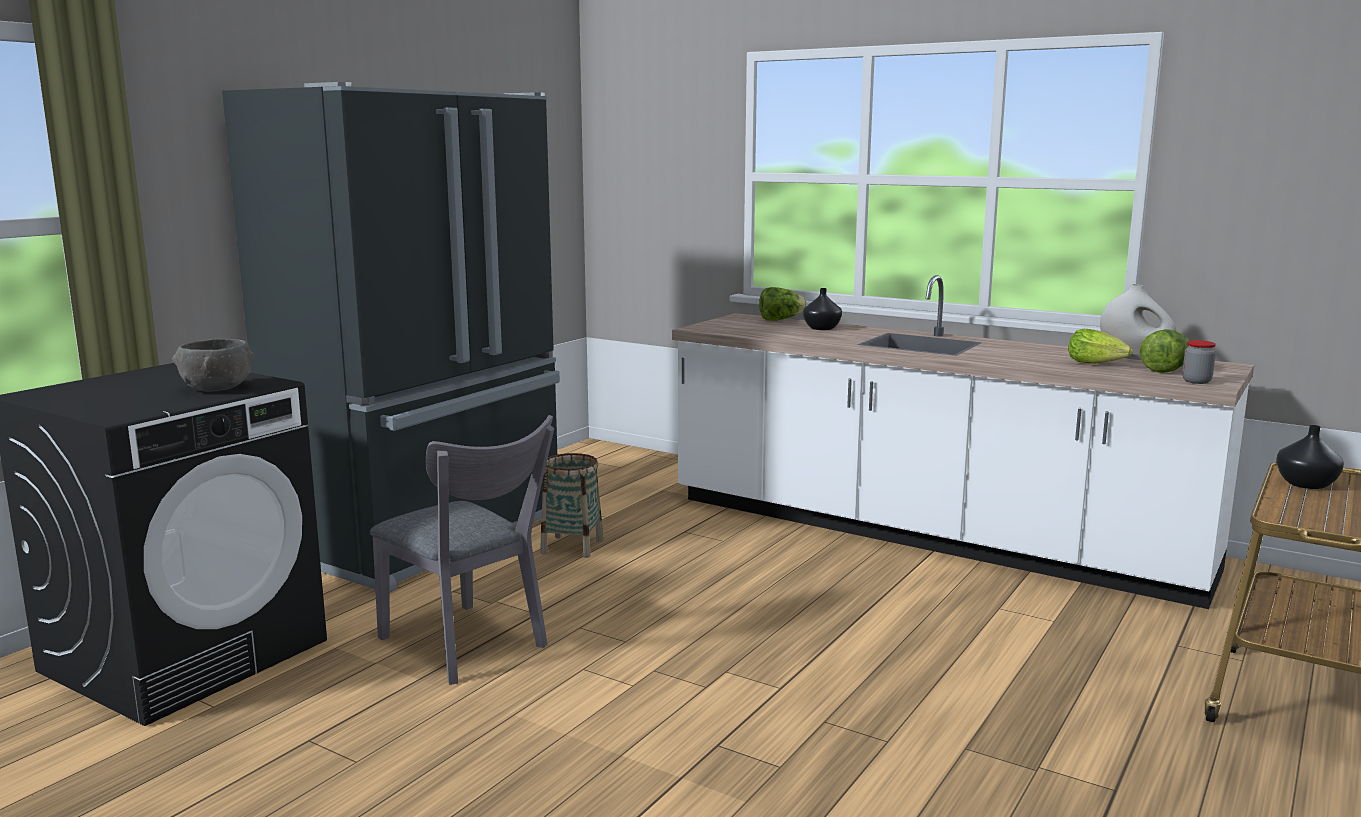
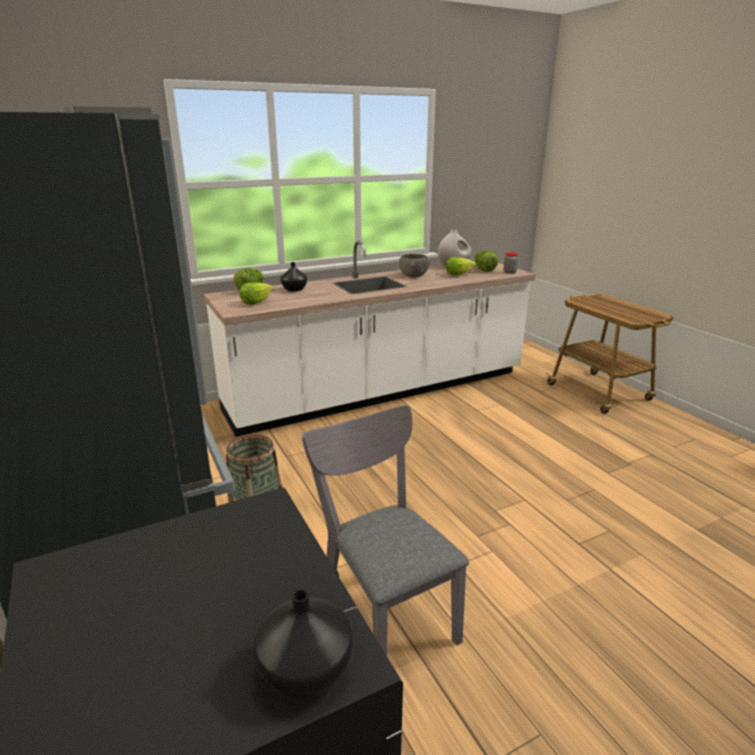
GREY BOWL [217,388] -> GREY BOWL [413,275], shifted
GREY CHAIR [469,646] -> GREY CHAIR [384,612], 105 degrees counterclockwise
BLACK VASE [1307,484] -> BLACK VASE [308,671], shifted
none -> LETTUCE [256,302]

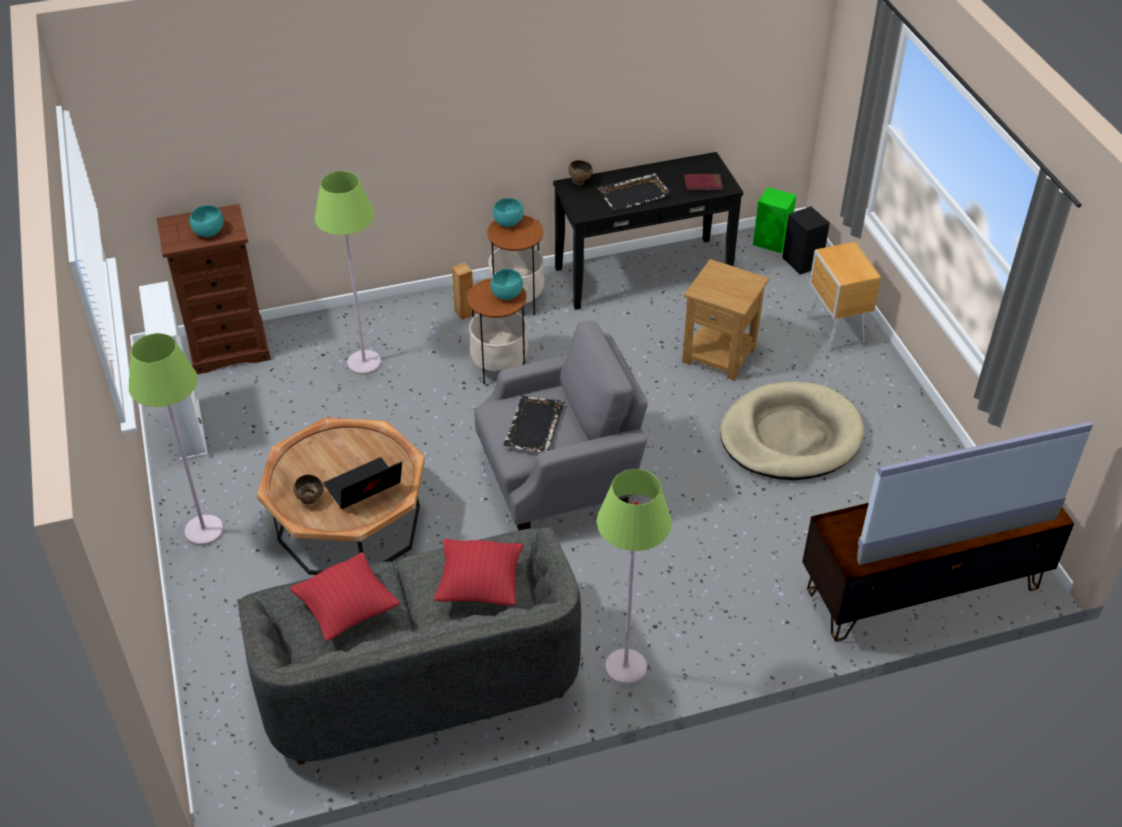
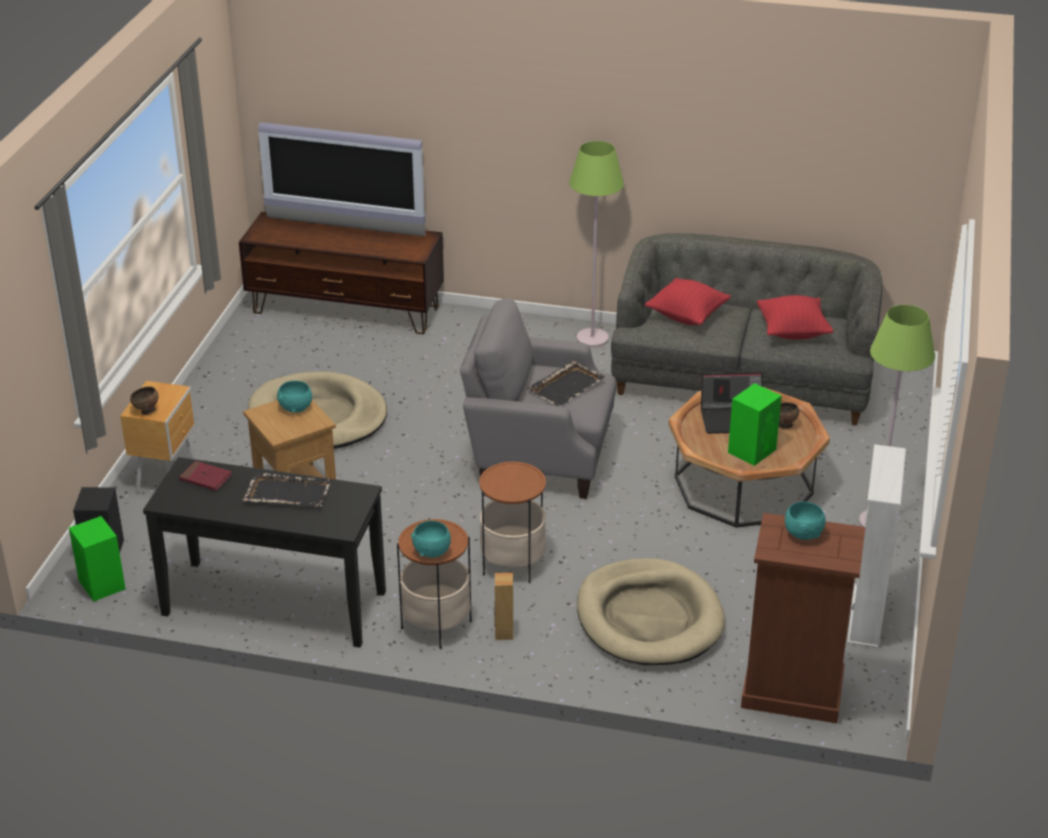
GREEN FLOOR LAMP [364,363] -> BEIGE DOG BED [649,618]
TURQUOISE BOWL [506,295] -> TURQUOISE BOWL [296,408], shifted
BROWN BOWL [580,182] -> BROWN BOWL [146,412], shifted
none -> GREEN SPEAKER [752,450]

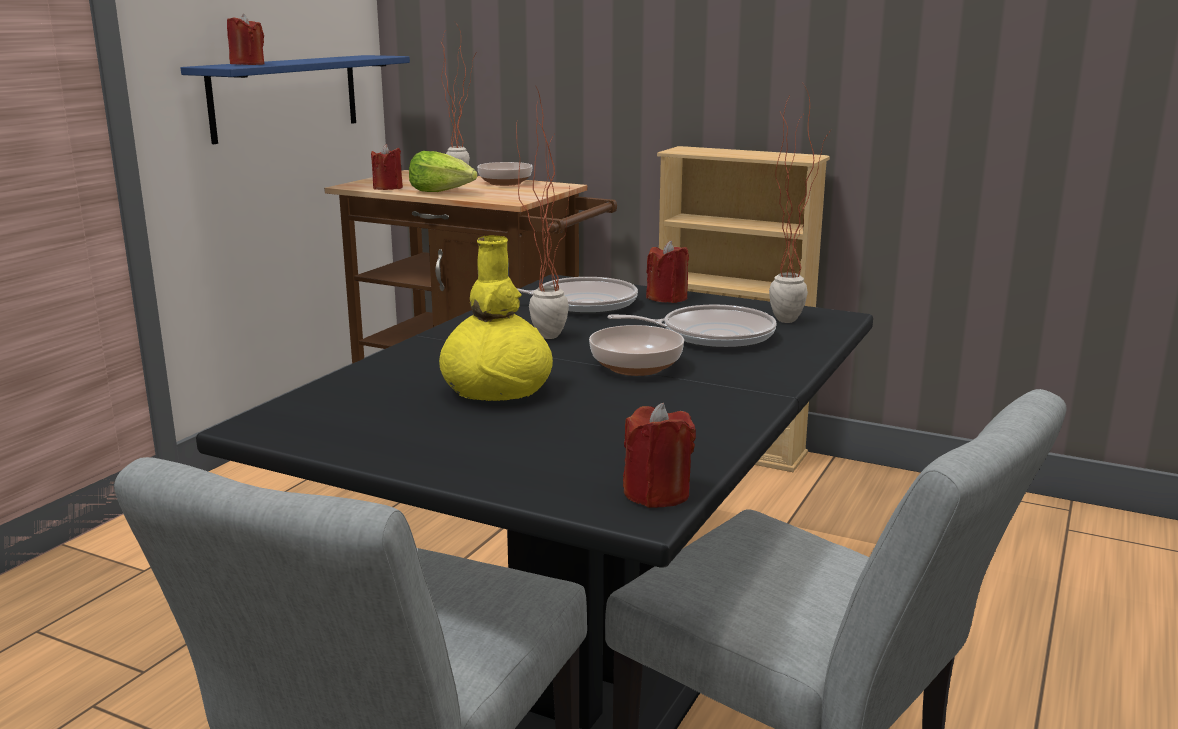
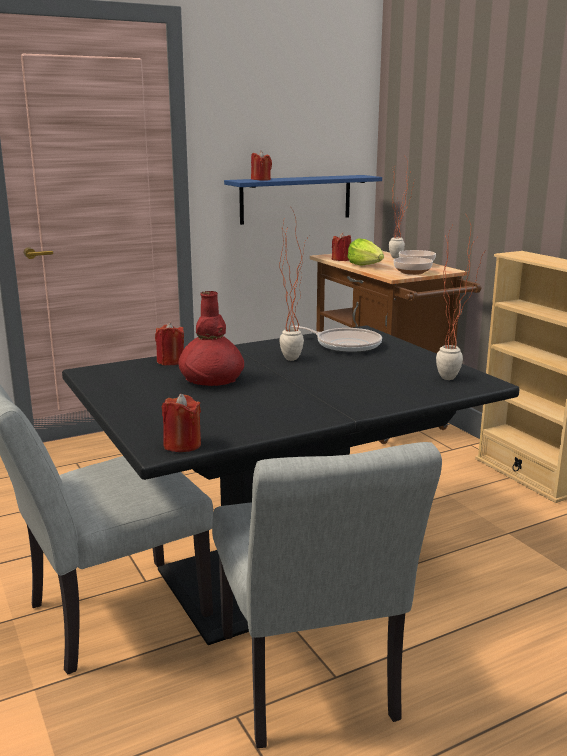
YELLOW VASE [496,390] -> RED VASE [211,380]
BOWL [636,366] -> BOWL [412,272], shifted
FRYING PAN [711,336] -> none
RED CANDLE [667,298] -> RED CANDLE [170,361], shifted

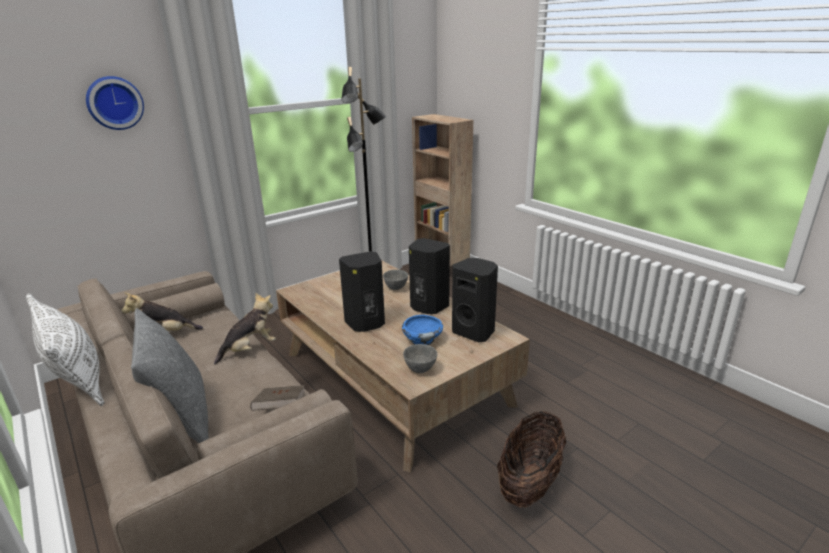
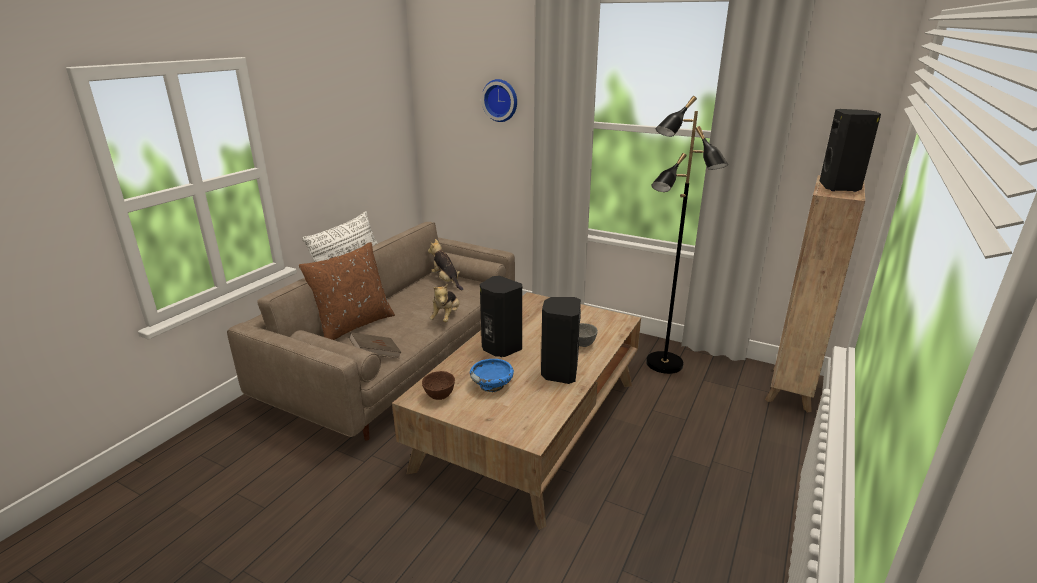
GREY PILLOW [182,419] -> BROWN PILLOW [353,325]
PLUSH TOY [250,349] -> PLUSH TOY [446,317], 75 degrees clockwise
GREY BOWL [420,369] -> BROWN BOWL [440,396]
BLACK SPEAKER [474,332] -> BLACK SPEAKER [840,188], shifted
BASKET [529,482] -> none

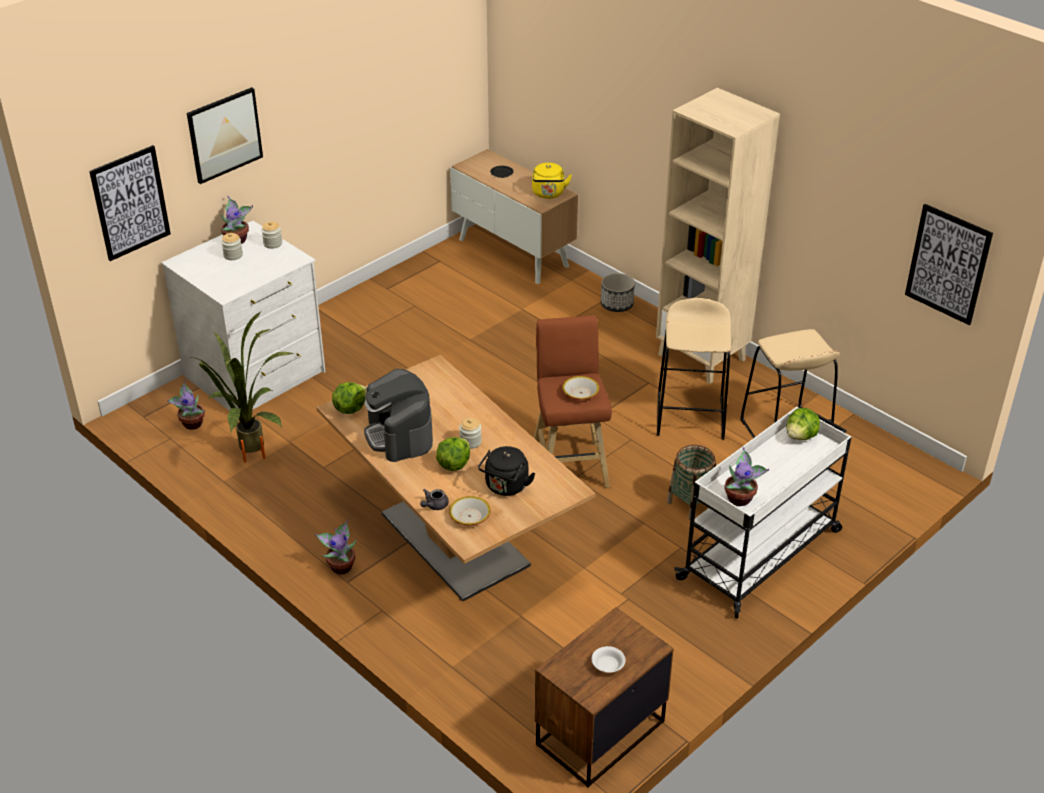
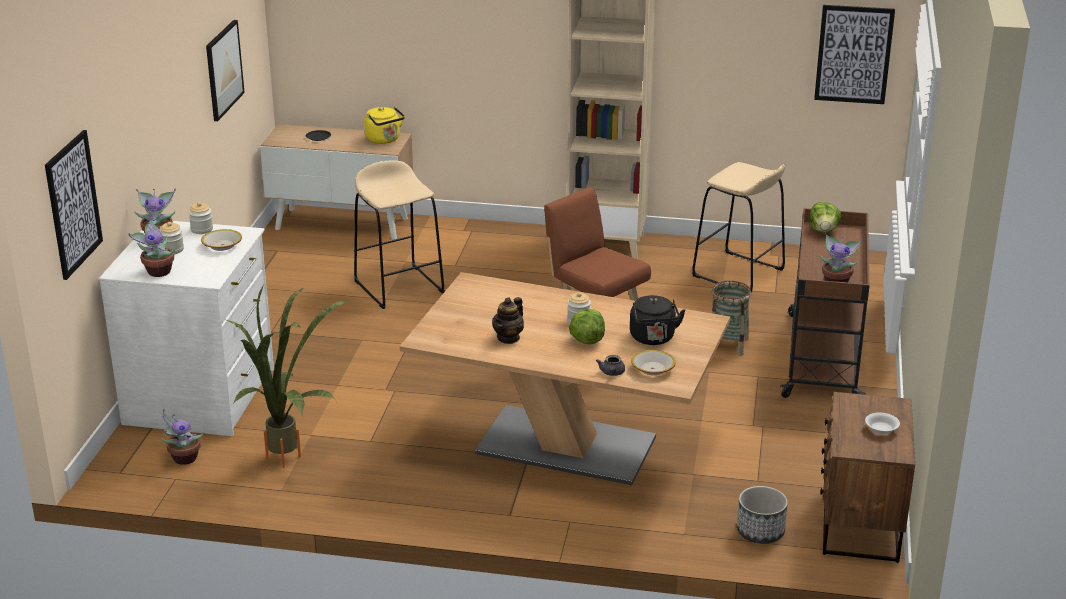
PICTURE [224,135] -> PICTURE [223,69], shifted
POTTED PLANT [341,566] -> POTTED PLANT [158,271], shifted
LETTUCE [350,408] -> none
COFFEE MACHINE [399,435] -> TEAPOT [508,338]
BOWL [580,393] -> BOWL [222,245], shifted
PLANTER [617,304] -> PLANTER [760,532], shifted
BEIGE STOOL [690,416] -> BEIGE STOOL [399,286], shifted
WHITE CART [761,554] -> BROWN CART [823,356]

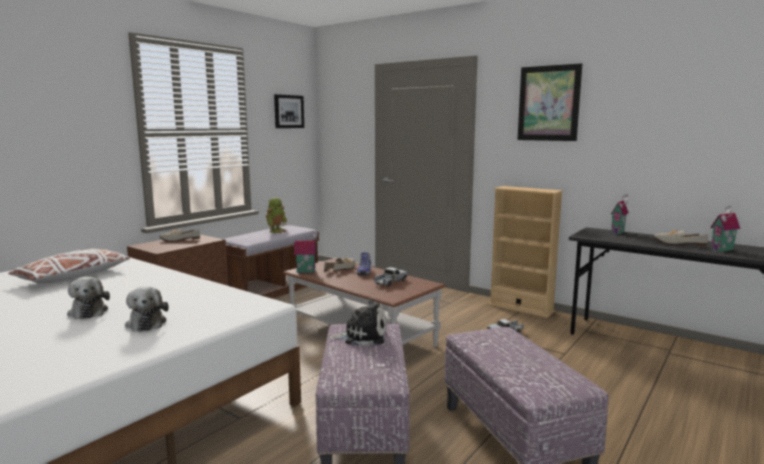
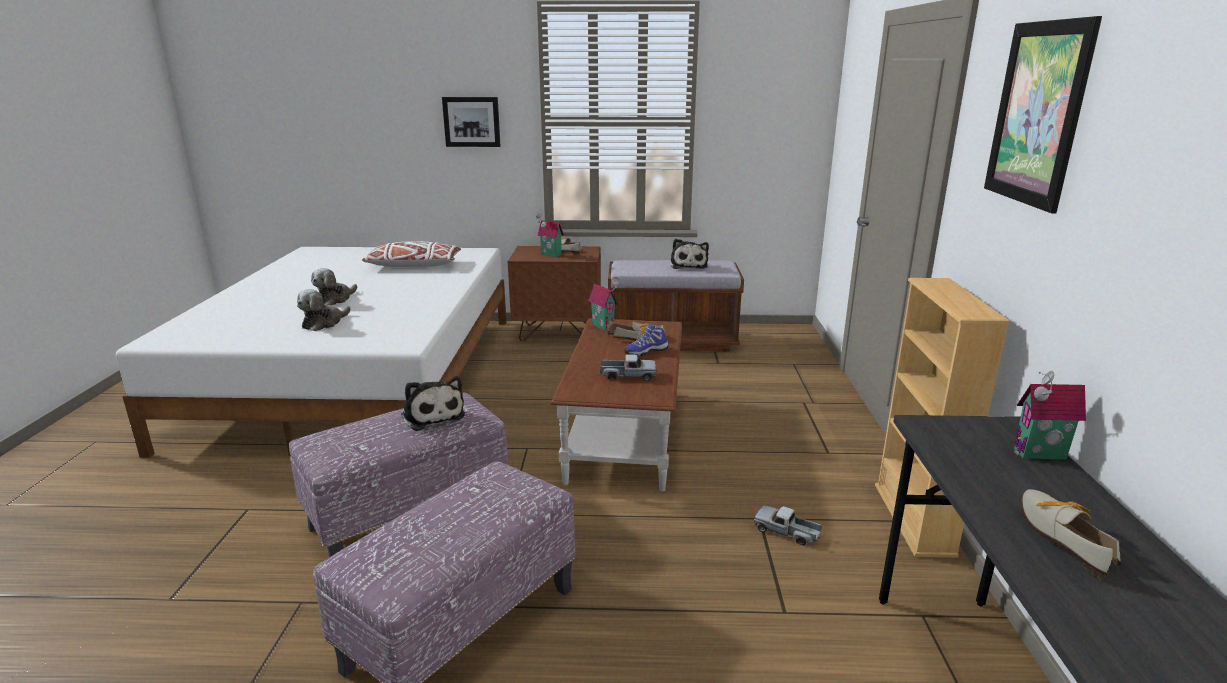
TOY ROBOT [276,231] -> PLUSH TOY [688,265]
PICTURE [288,111] -> PICTURE [472,121], shifted
TOY HOUSE [723,250] -> TOY HOUSE [550,255], shifted

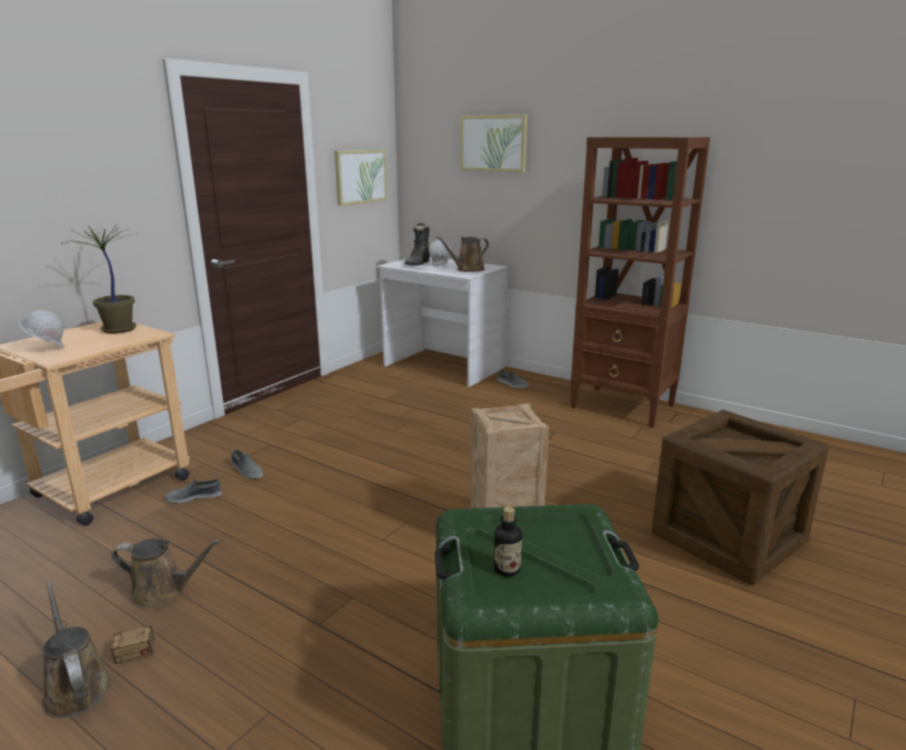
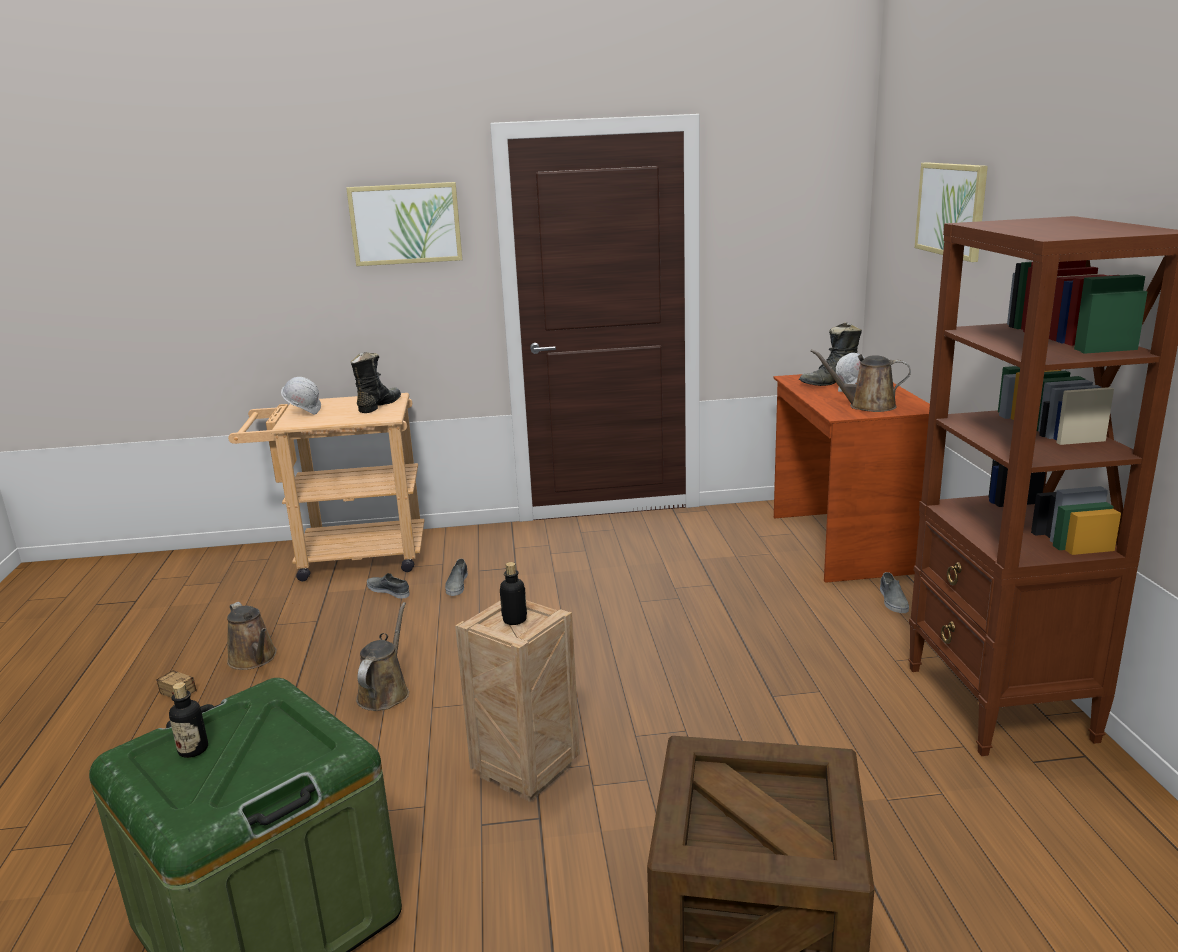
BROWN WATERING CAN [76,688] -> BROWN WATERING CAN [385,692], shifted
POTTED PLANT [117,330] -> BLACK BOOT [378,406]
PICTURE [360,176] -> PICTURE [405,224], shifted
WHITE DESK [443,367] -> BROWN DESK [843,543]
none -> BOTTLE [514,620]

